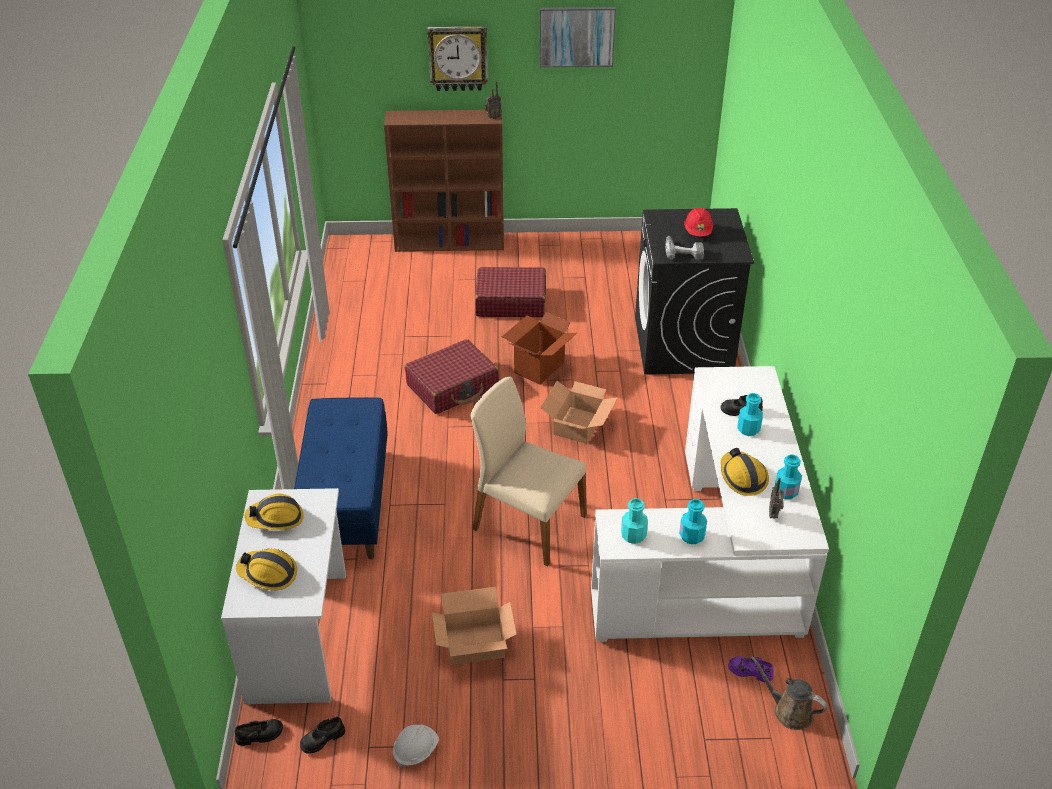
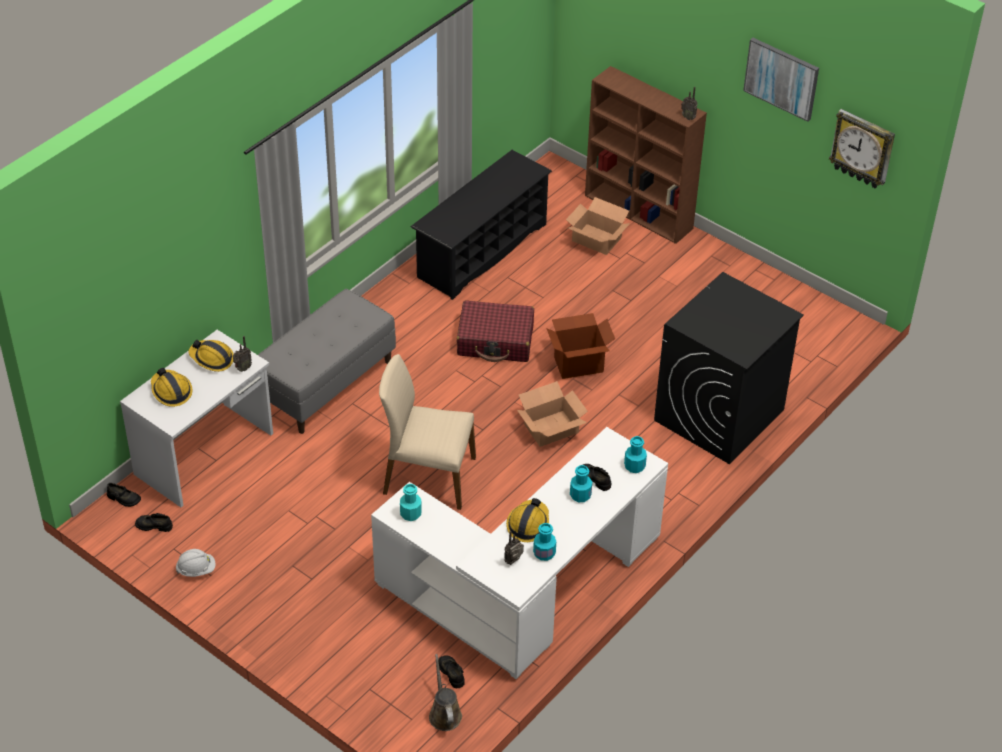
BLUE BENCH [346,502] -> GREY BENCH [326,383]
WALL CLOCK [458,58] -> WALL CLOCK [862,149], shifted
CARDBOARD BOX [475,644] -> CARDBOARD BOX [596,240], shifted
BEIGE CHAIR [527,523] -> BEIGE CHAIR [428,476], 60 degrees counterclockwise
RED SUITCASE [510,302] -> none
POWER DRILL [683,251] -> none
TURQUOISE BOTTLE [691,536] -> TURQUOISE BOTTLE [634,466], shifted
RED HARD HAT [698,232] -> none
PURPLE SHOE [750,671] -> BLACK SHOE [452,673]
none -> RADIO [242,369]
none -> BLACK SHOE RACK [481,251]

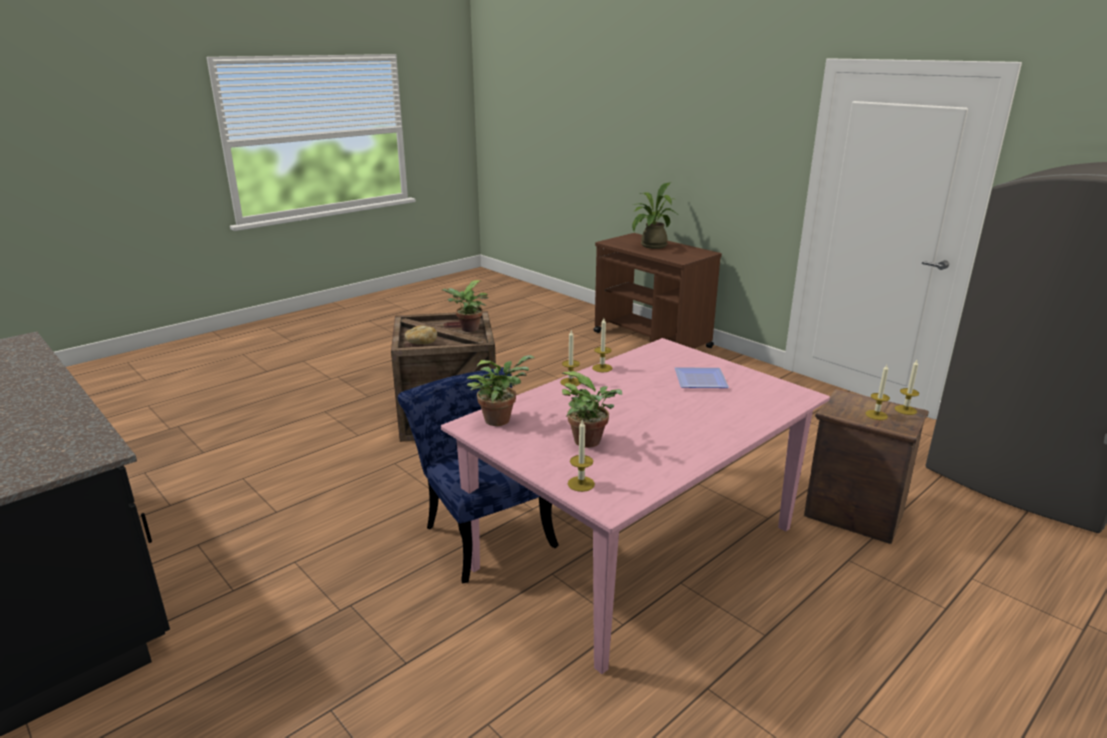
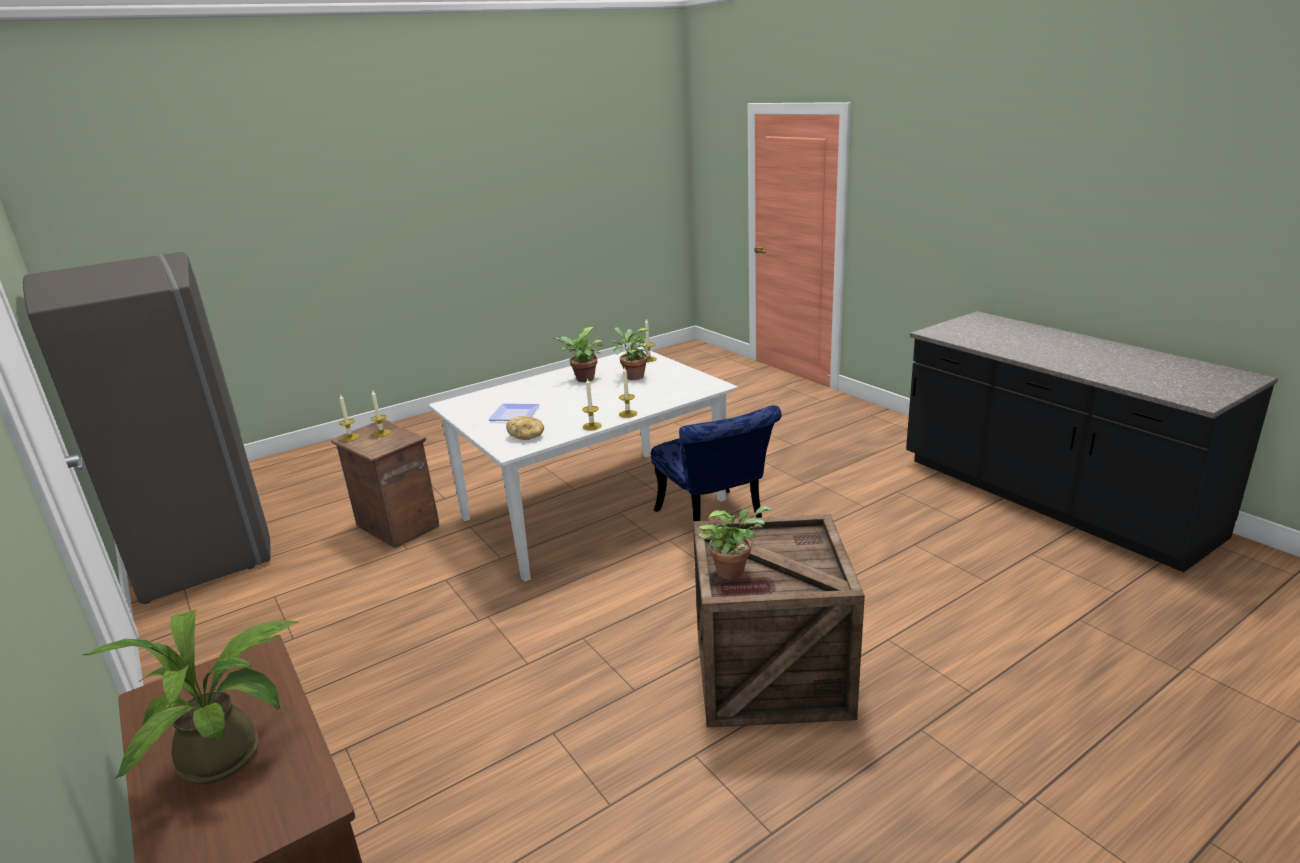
BREAD [420,342] -> BREAD [527,436], shifted
PINK DINING TABLE [634,546] -> WHITE DINING TABLE [593,510]
POTTED PLANT [500,419] -> POTTED PLANT [583,379], shifted

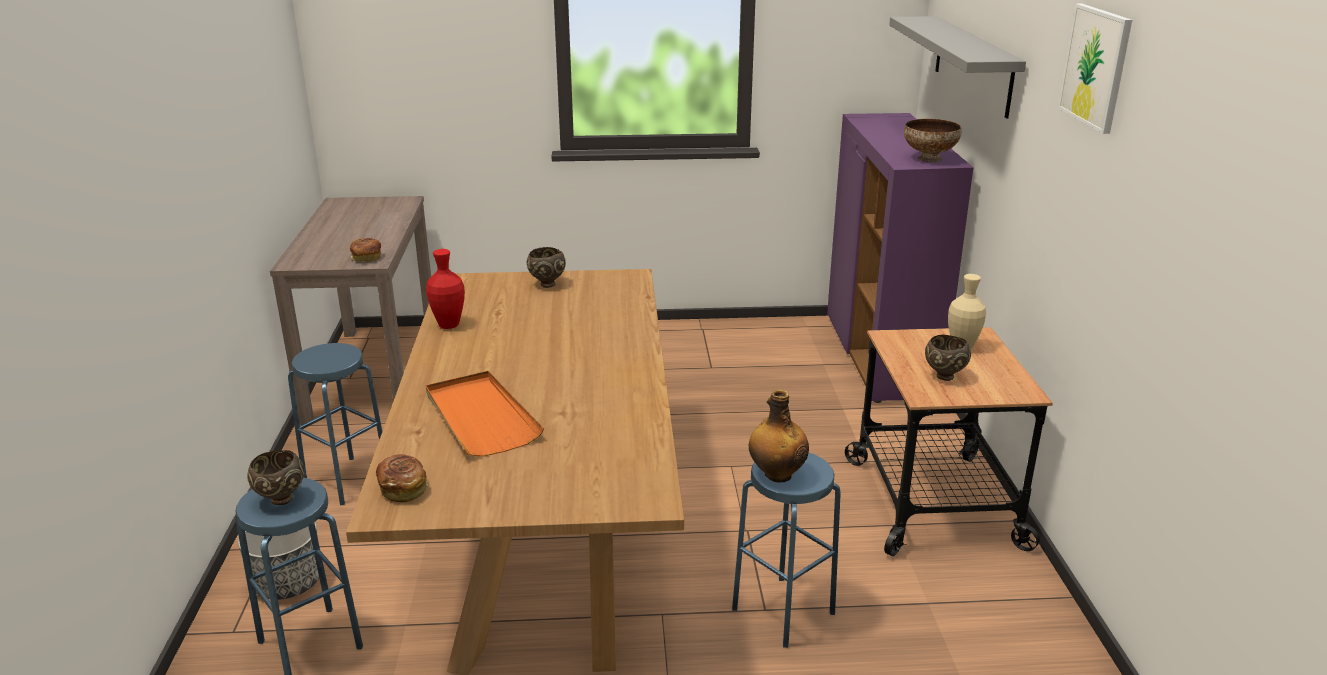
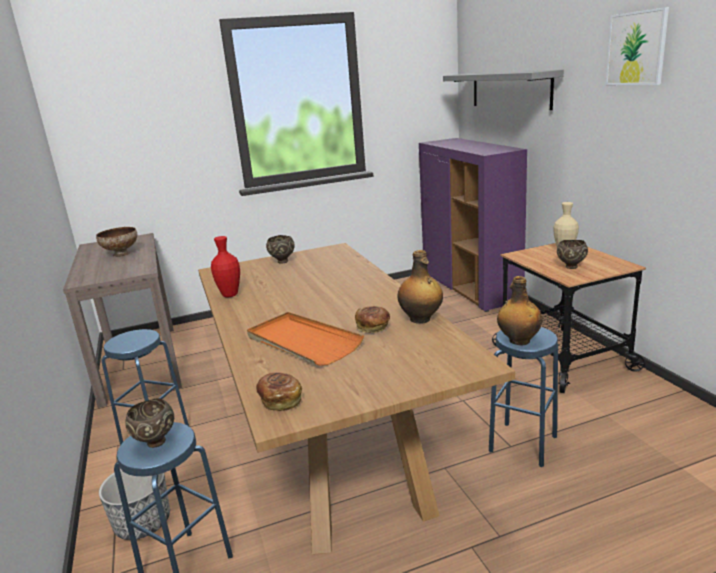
BREAD [366,258] -> BREAD [373,328], shifted
BOWL [929,158] -> BOWL [121,254], shifted
none -> BOTTLE [421,319]

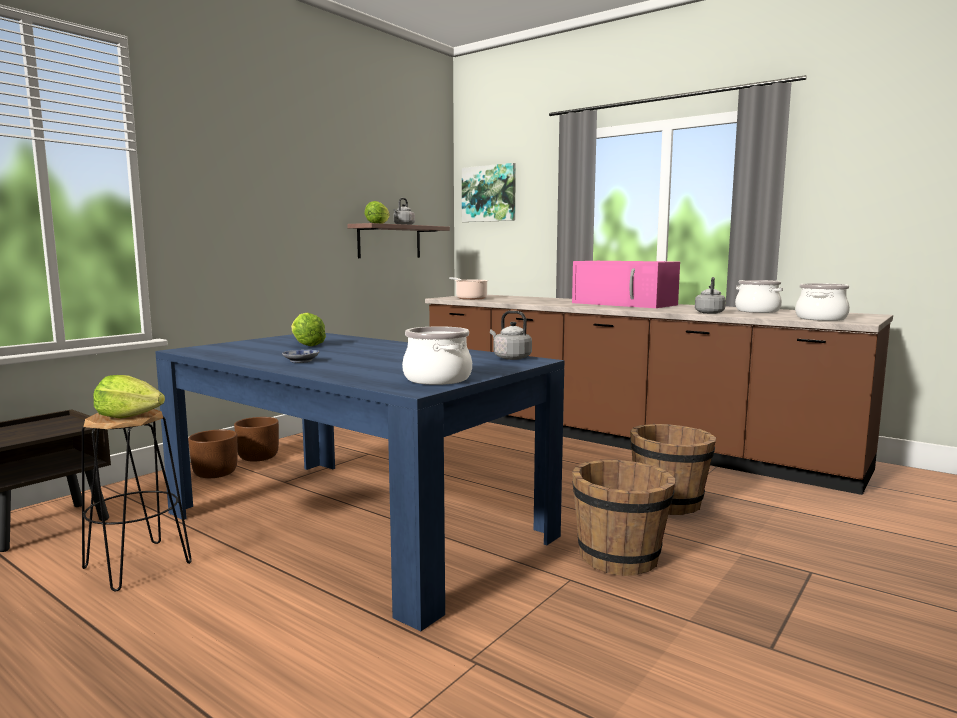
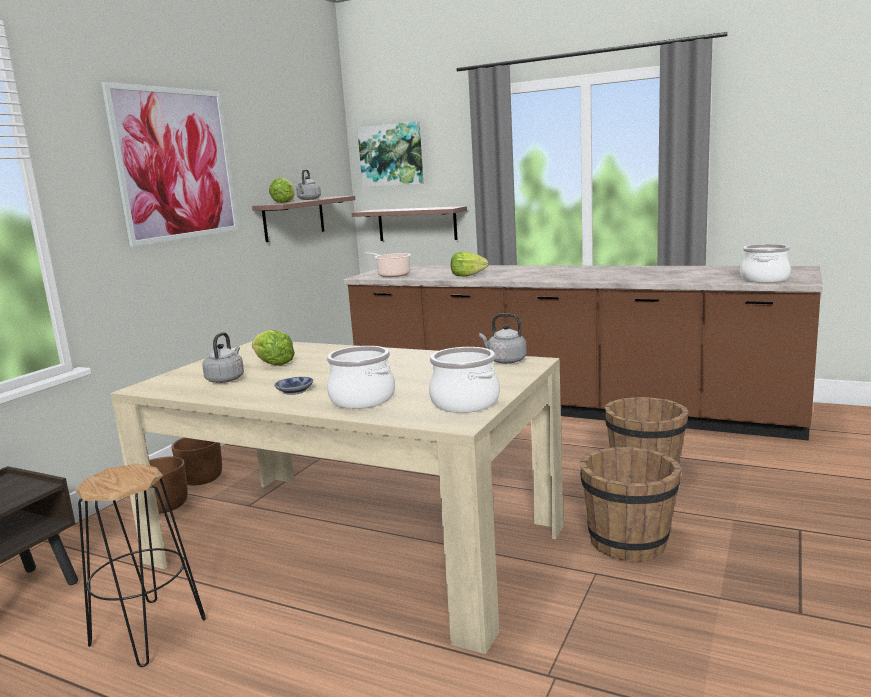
LETTUCE [128,416] -> LETTUCE [467,275], shifted
BLUE DINING TABLE [357,524] -> BEIGE DINING TABLE [356,545]
PINK MICROWAVE [625,304] -> none
GREY KETTLE [709,313] -> GREY KETTLE [226,379], shifted
COOKING POT [757,311] -> COOKING POT [363,399], shifted
none -> PICTURE [176,164]
none -> SHELF [417,224]

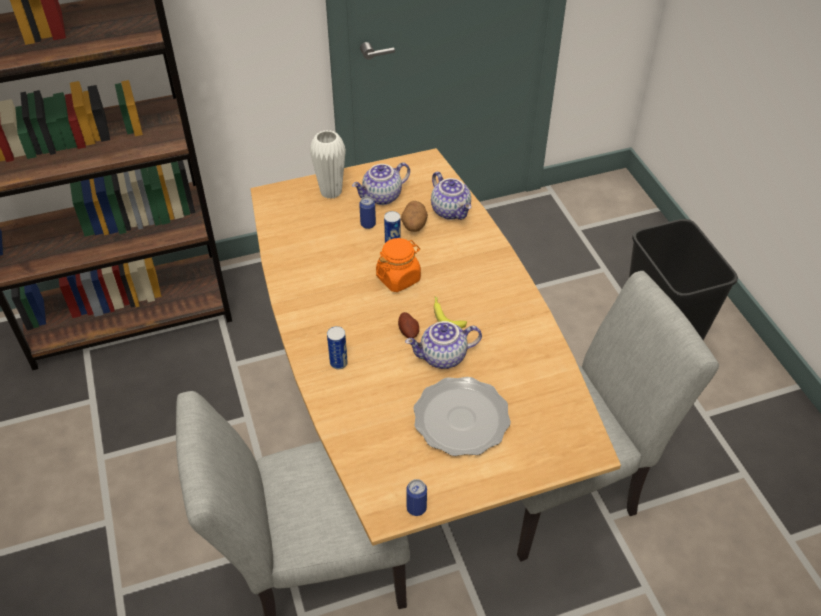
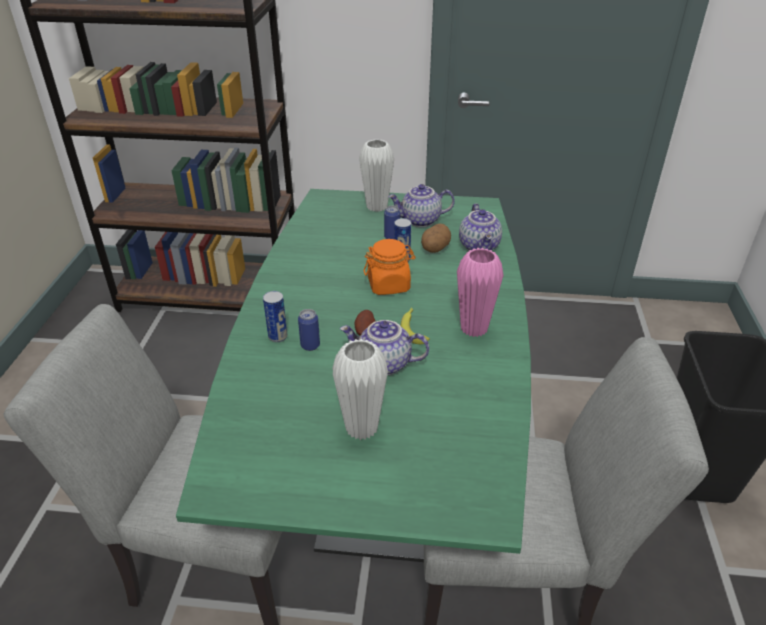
BROWN DINING TABLE [410,432] -> GREEN DINING TABLE [383,466]
CAN [416,508] -> CAN [310,345], shifted
PLATE [461,419] -> WHITE VASE [361,428]
none -> PINK VASE [474,328]

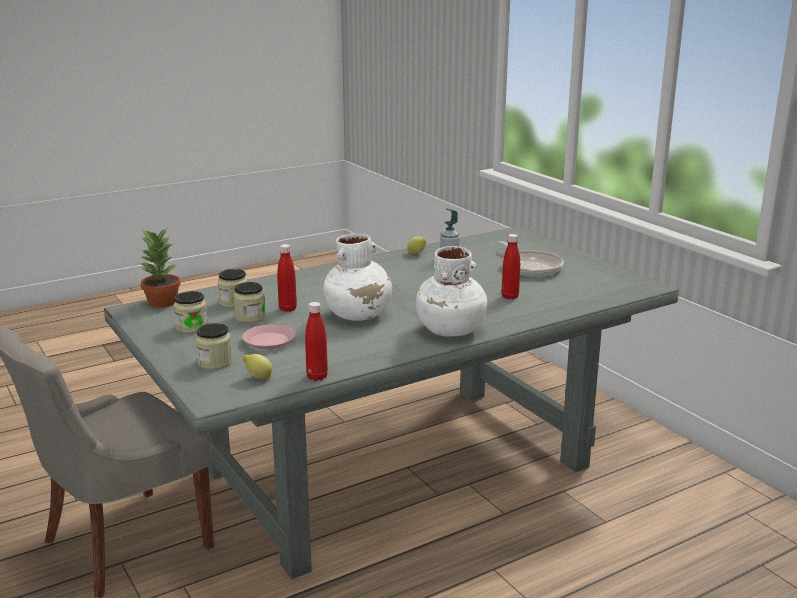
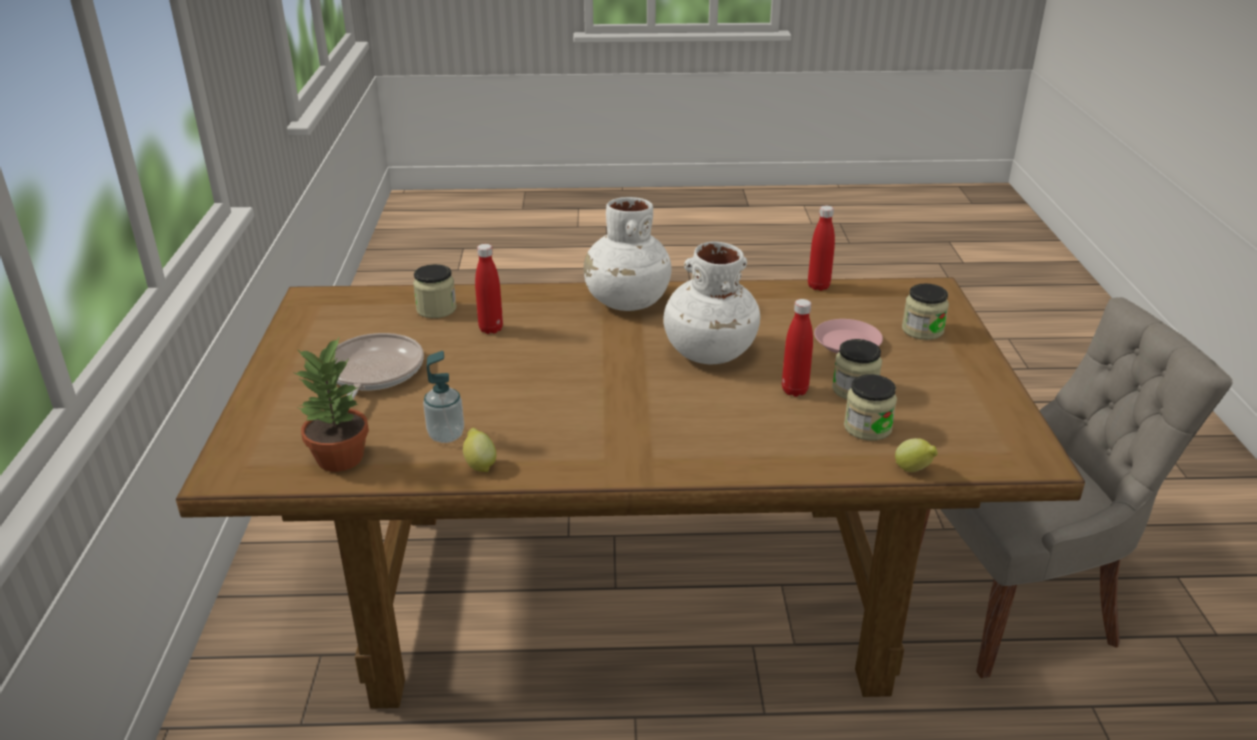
GREY DINING TABLE [399,467] -> BROWN DINING TABLE [625,591]
POTTED PLANT [161,302] -> POTTED PLANT [341,458], shifted
JAR [191,327] -> JAR [436,309], shifted
LEMON [258,378] -> LEMON [913,470], shifted

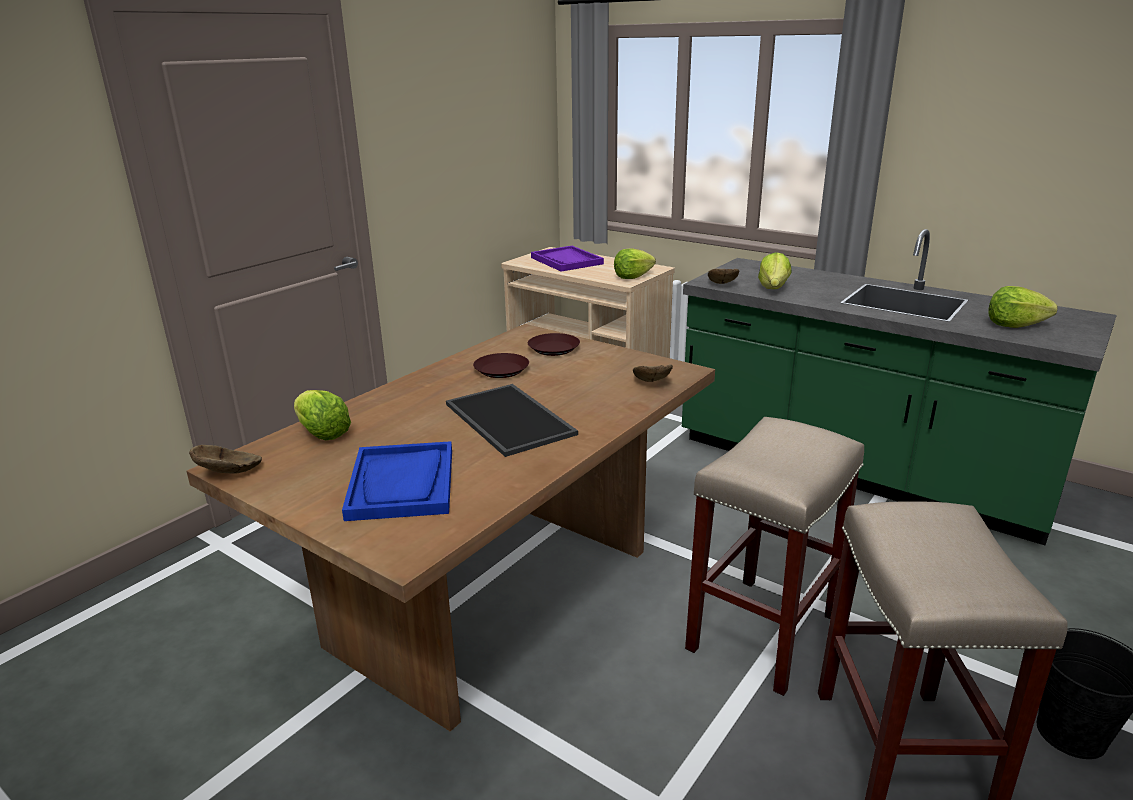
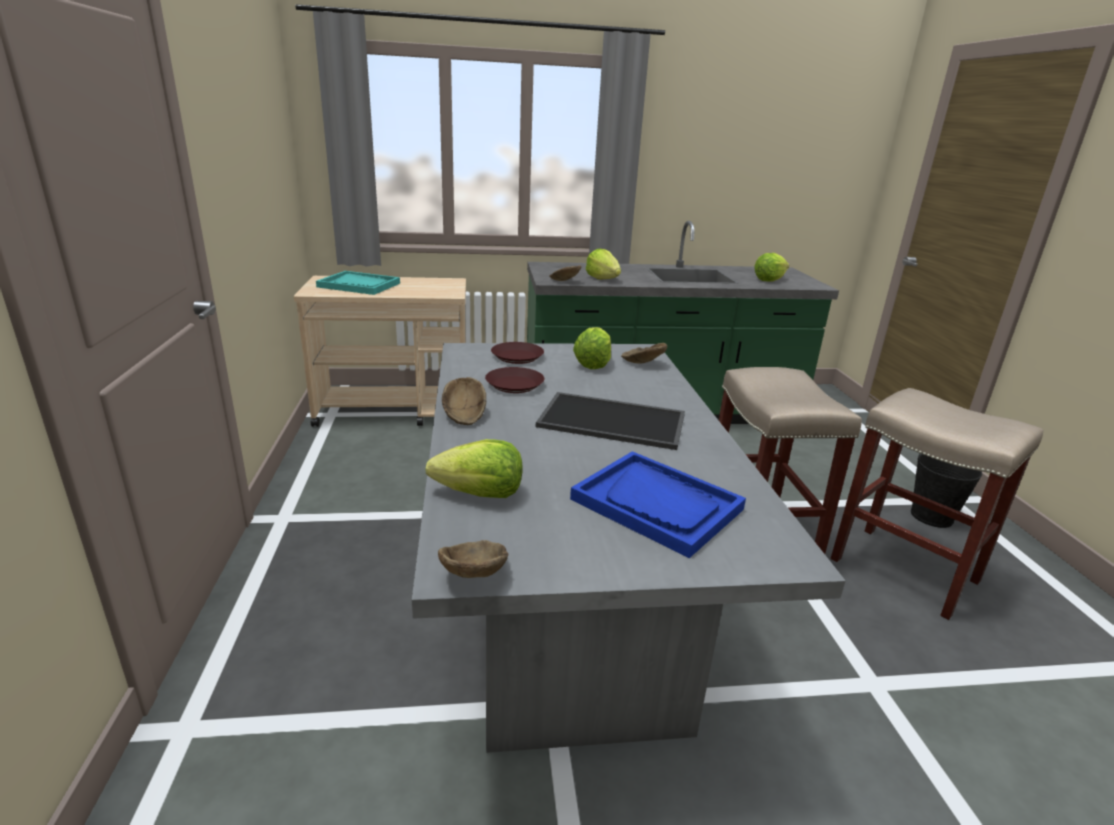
BROWN DINING TABLE [495,597] -> GREY DINING TABLE [570,611]
PURPLE TRAY [567,261] -> TURQUOISE TRAY [359,285]
LETTUCE [632,277] -> LETTUCE [593,364], shifted
none -> BROWN BOWL [463,416]

